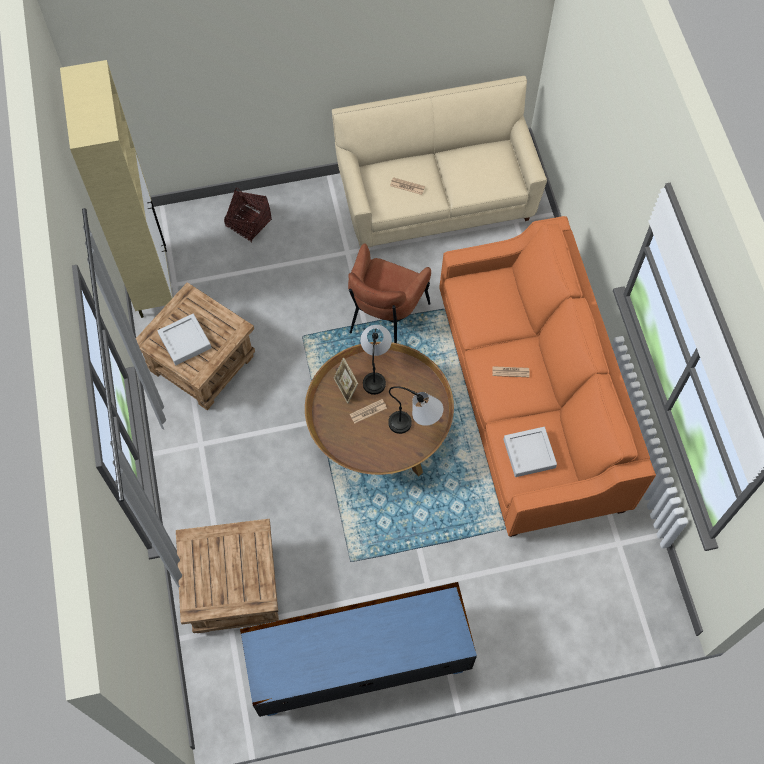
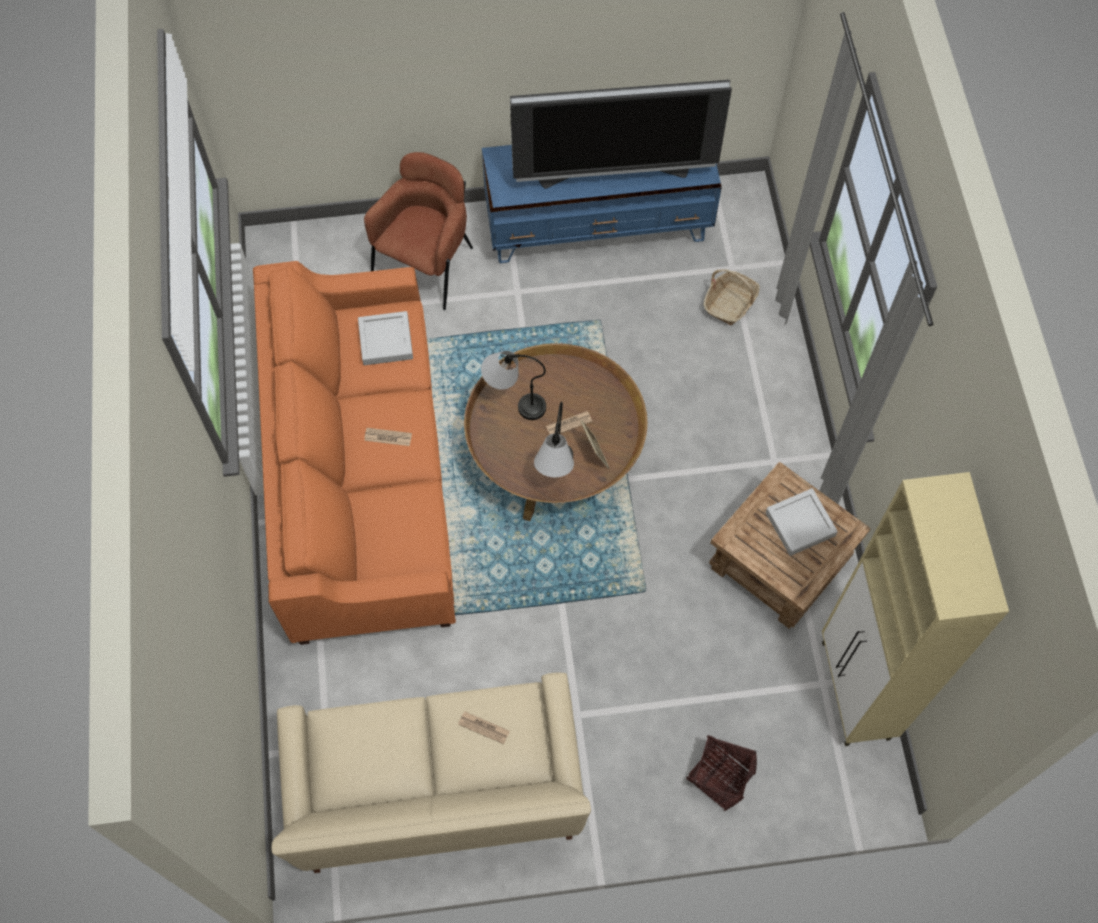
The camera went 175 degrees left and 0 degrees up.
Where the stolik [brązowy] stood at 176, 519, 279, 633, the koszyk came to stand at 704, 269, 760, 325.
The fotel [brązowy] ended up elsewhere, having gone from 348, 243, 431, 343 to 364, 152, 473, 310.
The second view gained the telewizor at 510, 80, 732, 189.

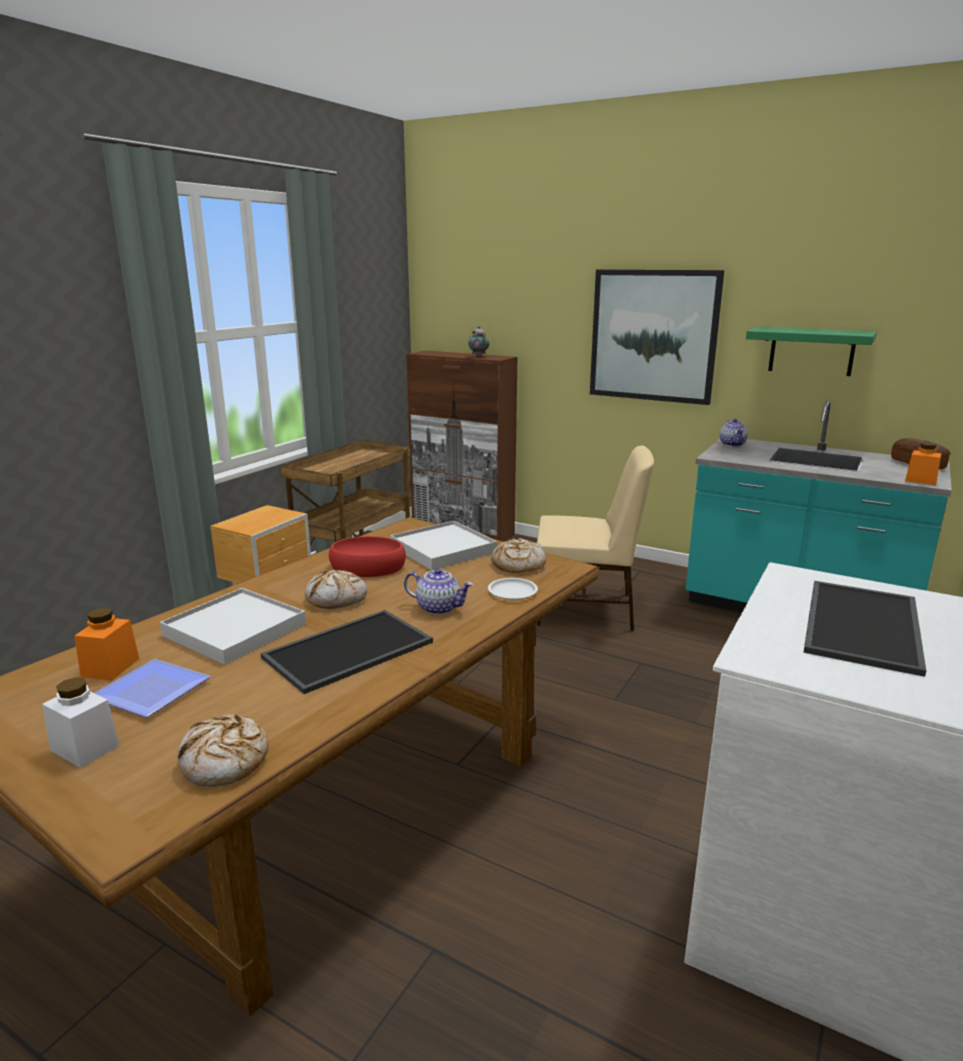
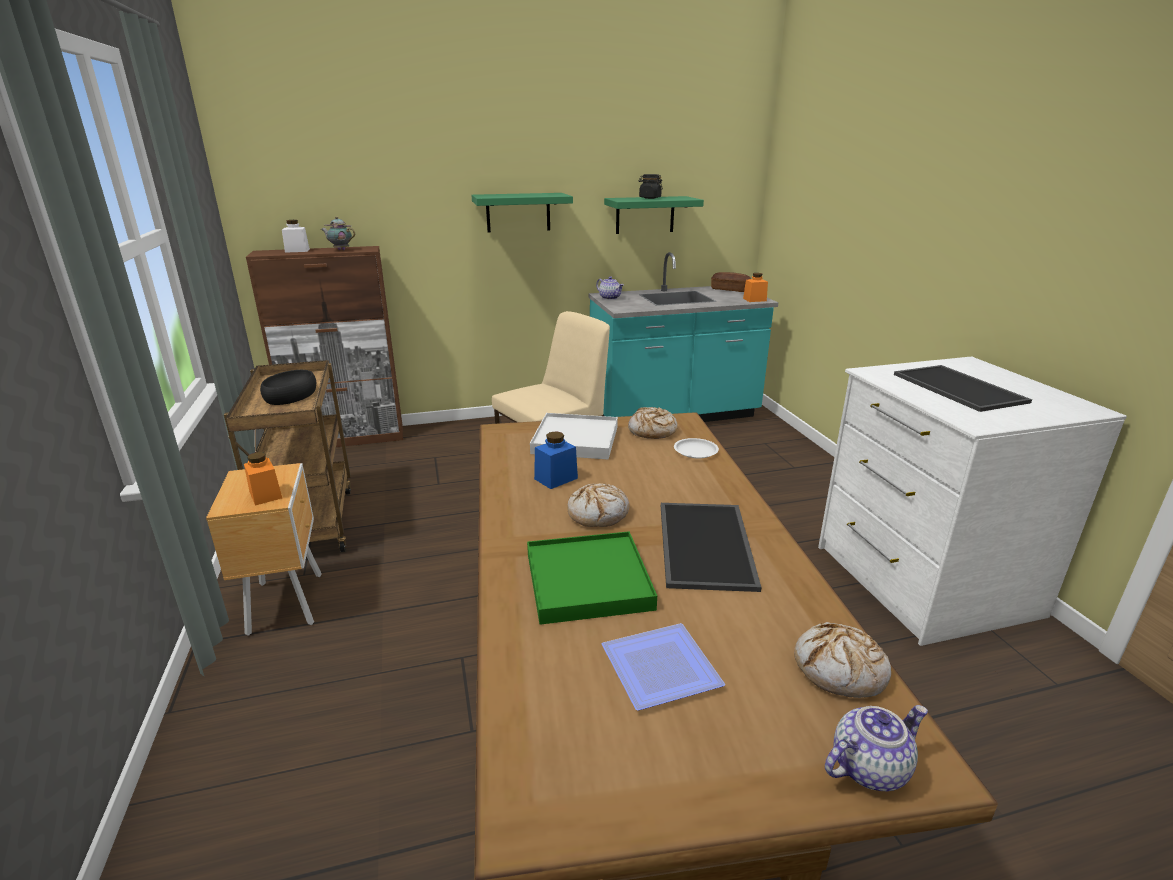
The camera went 45 degrees left and 5 degrees up.
The słoik [biały] ended up elsewhere, having gone from 42, 677, 120, 768 to 282, 220, 310, 253.
The słoik [pomarańczowy] ended up elsewhere, having gone from 75, 608, 139, 681 to 244, 452, 282, 506.
What was the taca [biały] at 160, 588, 306, 665 turned into the taca [zielony] at 527, 531, 657, 625.
Where the miska [czerwony] stood at 329, 536, 406, 577, the słoik [niebieski] came to stand at 534, 431, 578, 489.
The imbryk ended up elsewhere, having gone from 404, 568, 473, 615 to 825, 705, 928, 791.
Where the obraz hung at 590, 270, 724, 405, the półka [zielony] came to hang at 471, 193, 573, 233.
The second view gained the miska [czarny] at 260, 370, 316, 405.
The second view gained the słoik [czarny] at 639, 174, 663, 199.

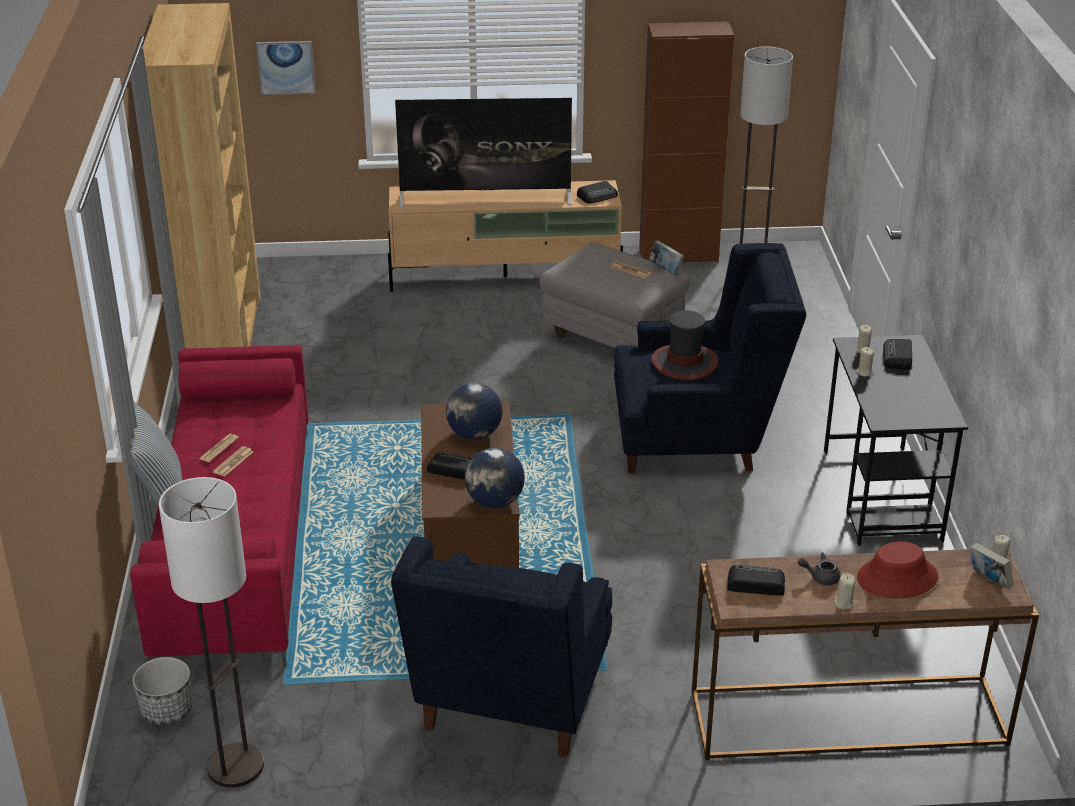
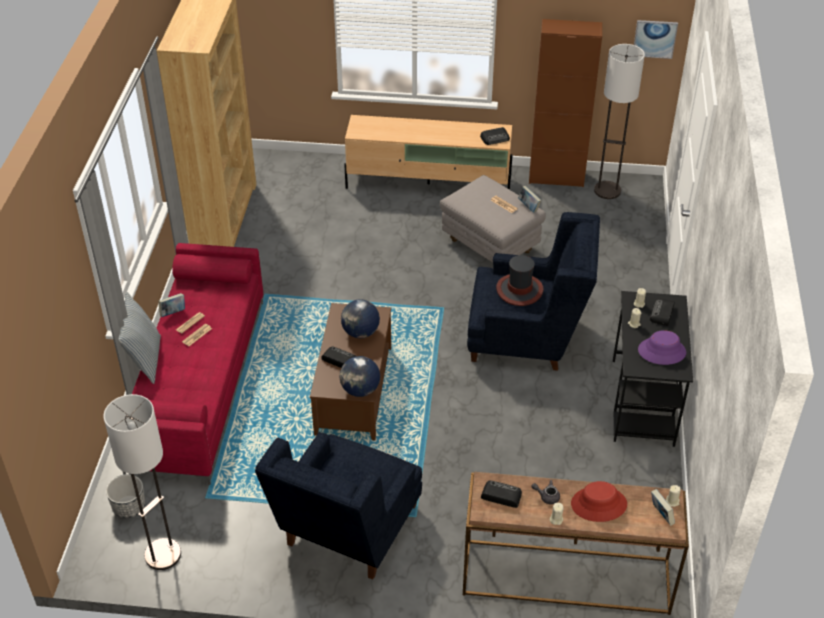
The camera went 10 degrees right and 10 degrees up.
The obraz ended up elsewhere, having gone from 256, 41, 316, 95 to 634, 20, 678, 59.
The second view lost the telewizor at 395, 98, 572, 207.
The second view gained the książka at 158, 293, 185, 317.
The second view gained the kapelusz [fioletowy] at 638, 330, 686, 365.

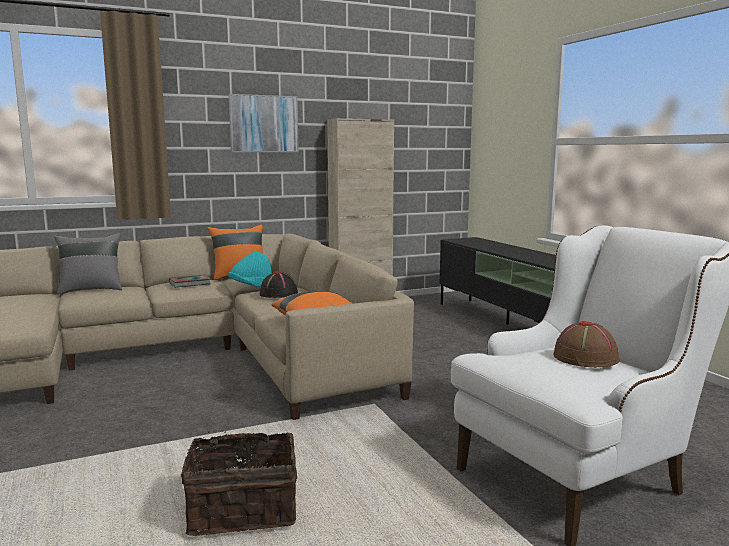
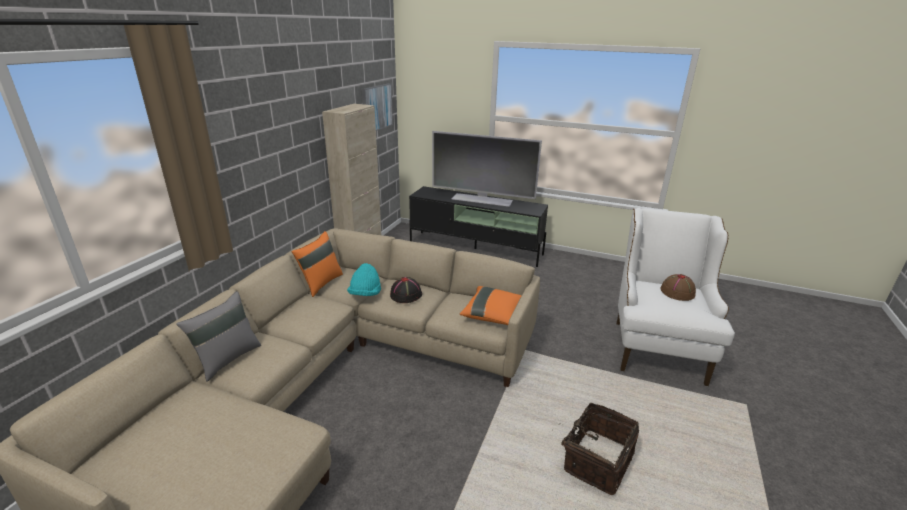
The camera went 45 degrees left and 15 degrees up.
The second view lost the książka at 169, 275, 211, 288.
The obraz ended up elsewhere, having gone from 228, 94, 299, 152 to 362, 83, 393, 131.
The second view gained the telewizor at 432, 131, 542, 207.

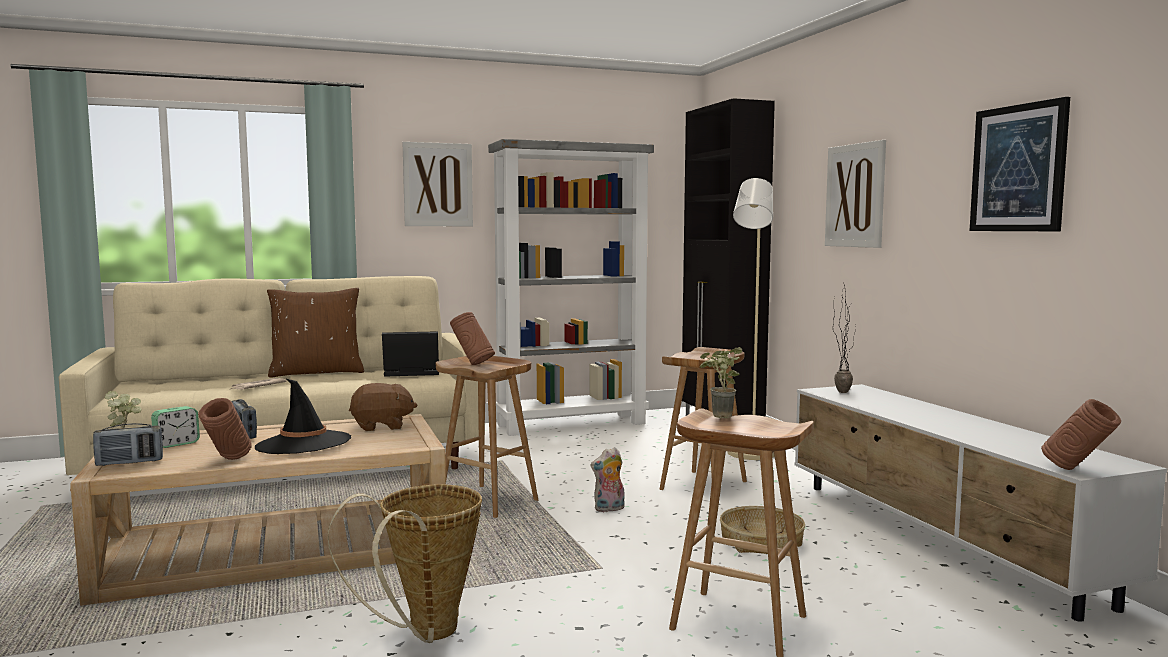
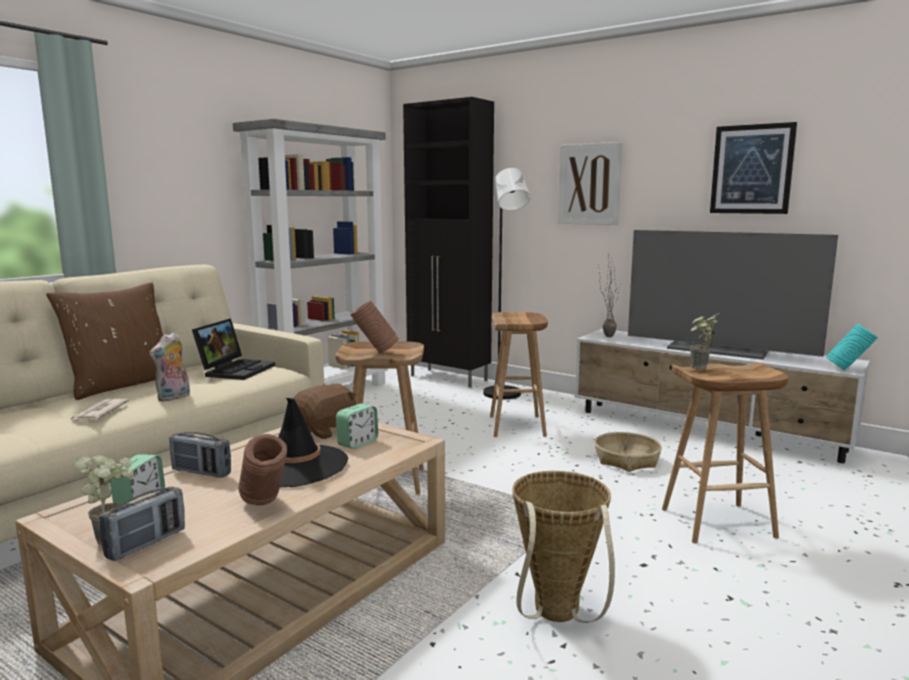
The camera went 35 degrees left and 5 degrees up.
The laptop at 382, 331, 439, 377 ended up facing another way, 150 degrees clockwise from before.
The second view lost the obraz at 403, 142, 473, 226.
The pluszak ended up elsewhere, having gone from 590, 447, 624, 512 to 149, 332, 190, 402.
What was the lampa stojąca [beżowy] at 728, 178, 774, 460 turned into the lampa stojąca [czarny] at 483, 168, 530, 399.
What was the wazon [brązowy] at 1041, 399, 1121, 470 turned into the wazon [turkusowy] at 826, 324, 878, 370.
The second view gained the budzik at 336, 404, 378, 449.
The second view gained the telewizor at 628, 230, 838, 360.

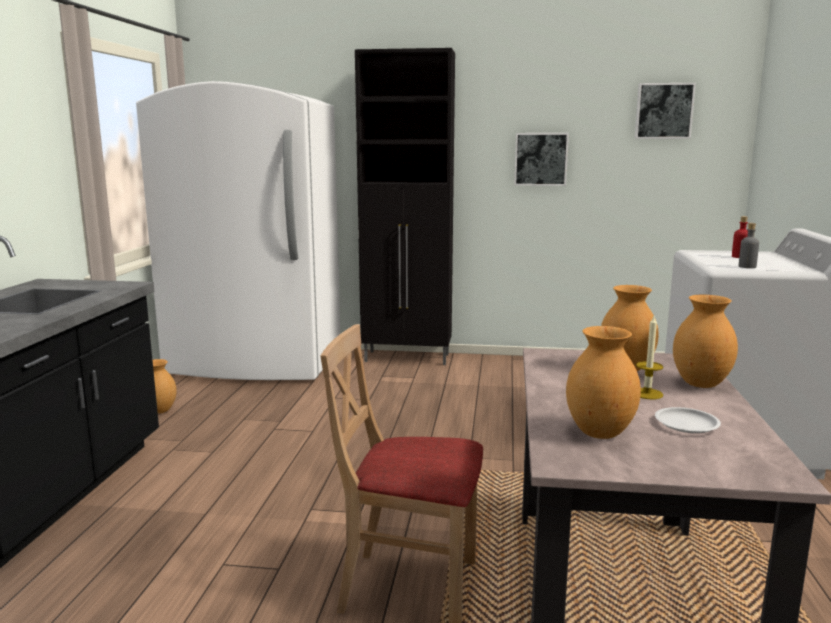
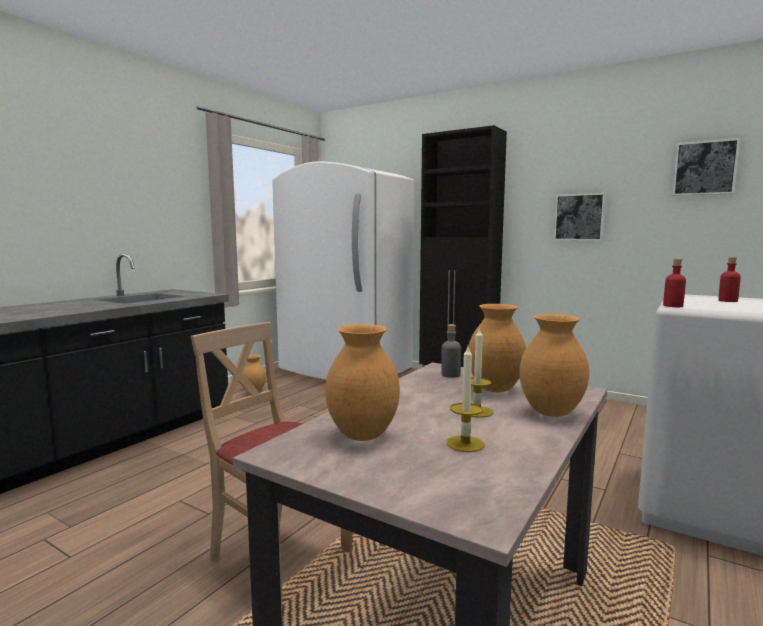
The camera went 25 degrees right and 5 degrees down.
Where the talerz [biały] stood at 655, 407, 721, 433, the świeca came to stand at 447, 346, 484, 452.
The butelka [szary] ended up elsewhere, having gone from 739, 223, 759, 268 to 441, 324, 461, 378.
The second view gained the butelka [czerwony] at 663, 259, 686, 307.

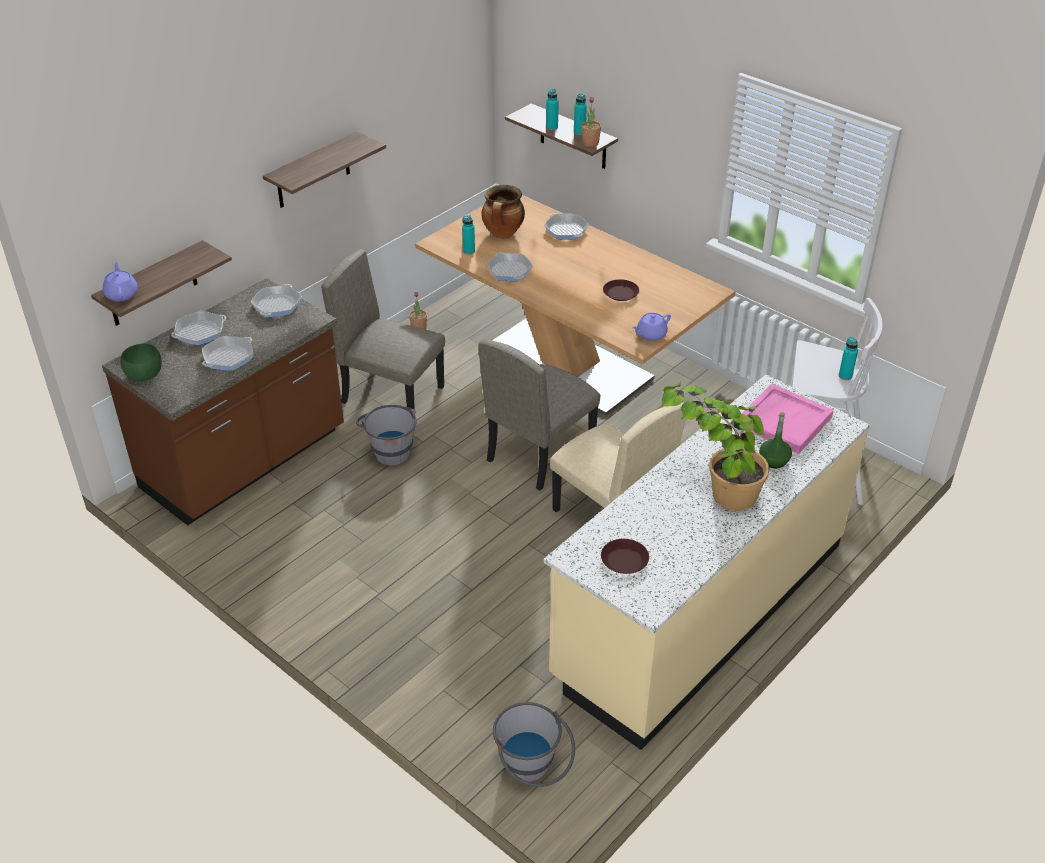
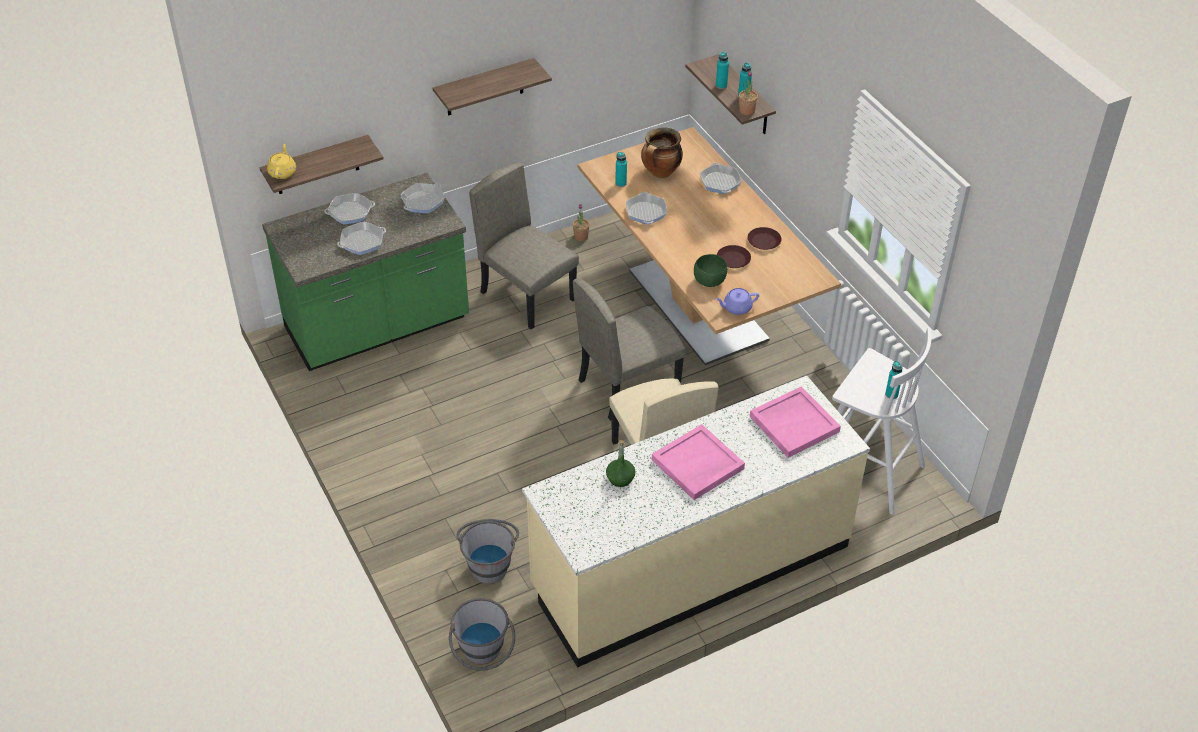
The camera went 20 degrees right and 5 degrees up.
What was the zabudowa kuchenna [brązowy] at 102, 278, 344, 525 turned into the zabudowa kuchenna [zielony] at 262, 173, 469, 371.
What was the imbryk [fioletowy] at 103, 262, 138, 301 turned into the imbryk [żółty] at 267, 144, 296, 179.
The miska [zielony] ended up elsewhere, having gone from 121, 343, 162, 381 to 694, 254, 727, 287.
The wiadro [szary] ended up elsewhere, having gone from 356, 405, 417, 466 to 456, 519, 519, 584.
The talerz [brązowy] ended up elsewhere, having gone from 601, 539, 649, 574 to 747, 227, 782, 250.
Where the roślina doniczkowa stood at 661, 381, 769, 511, the taca [różowy] came to stand at 652, 424, 745, 500.
The butelka [zielony] ended up elsewhere, having gone from 759, 413, 792, 468 to 606, 440, 636, 487.

